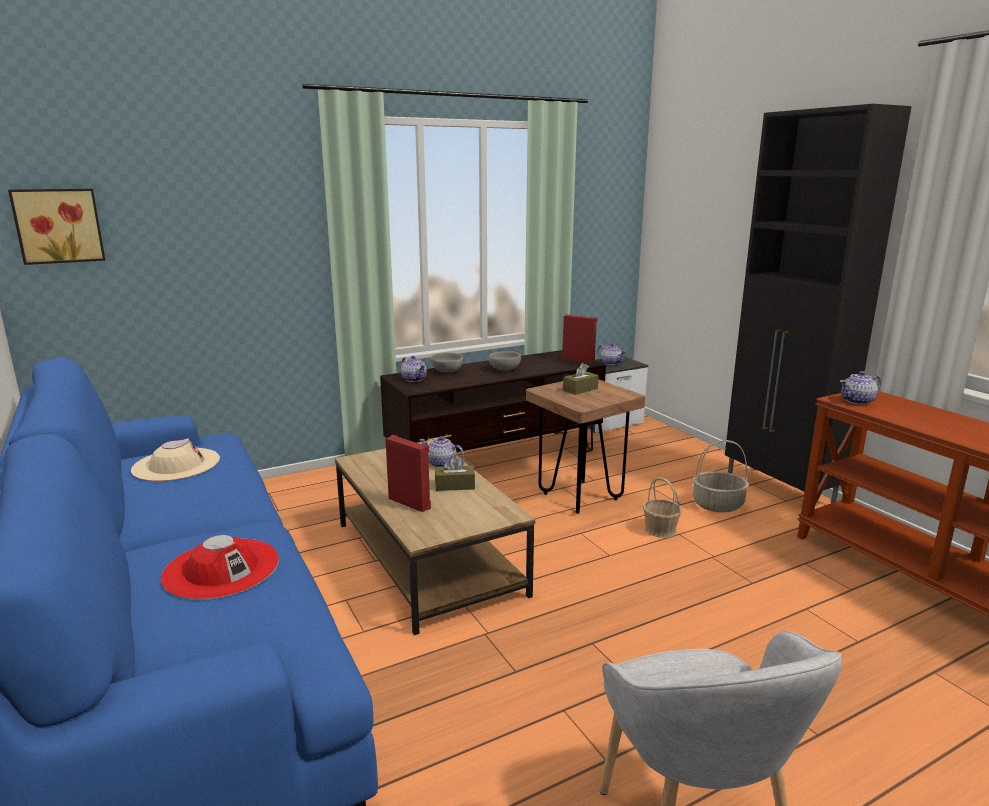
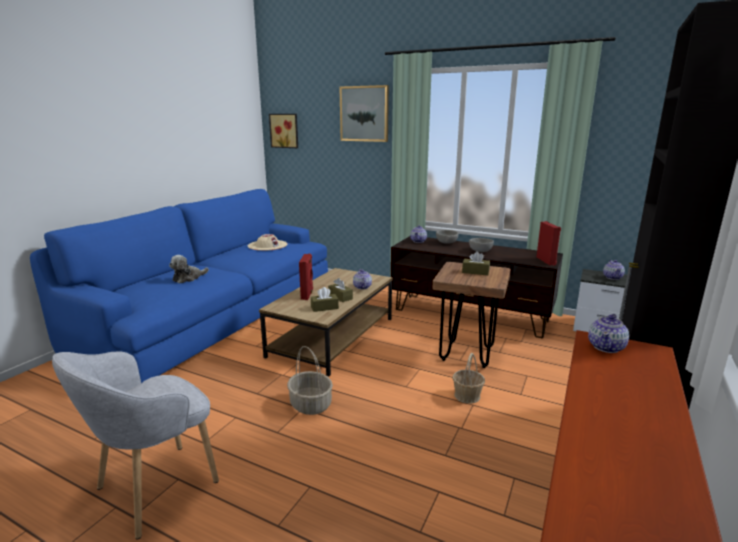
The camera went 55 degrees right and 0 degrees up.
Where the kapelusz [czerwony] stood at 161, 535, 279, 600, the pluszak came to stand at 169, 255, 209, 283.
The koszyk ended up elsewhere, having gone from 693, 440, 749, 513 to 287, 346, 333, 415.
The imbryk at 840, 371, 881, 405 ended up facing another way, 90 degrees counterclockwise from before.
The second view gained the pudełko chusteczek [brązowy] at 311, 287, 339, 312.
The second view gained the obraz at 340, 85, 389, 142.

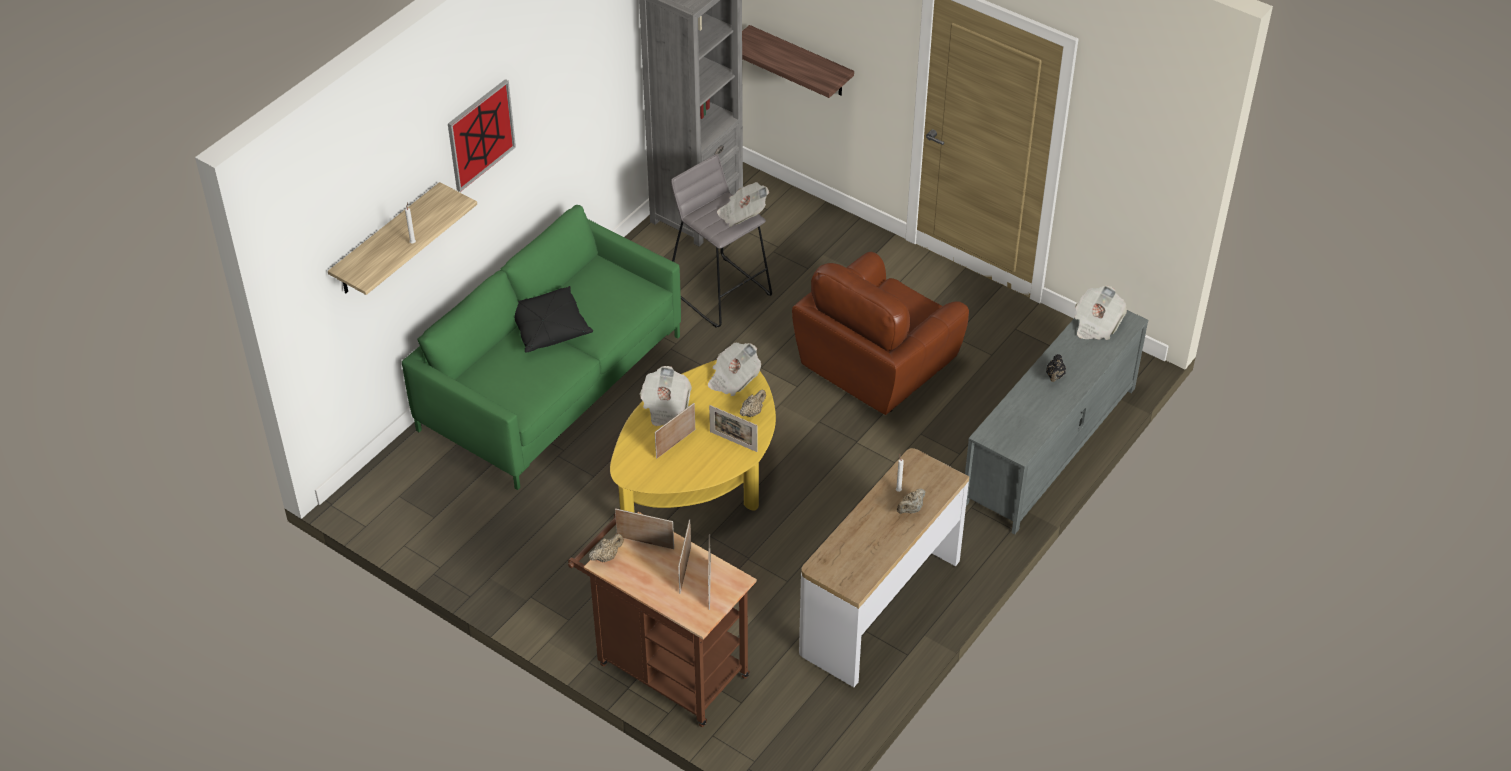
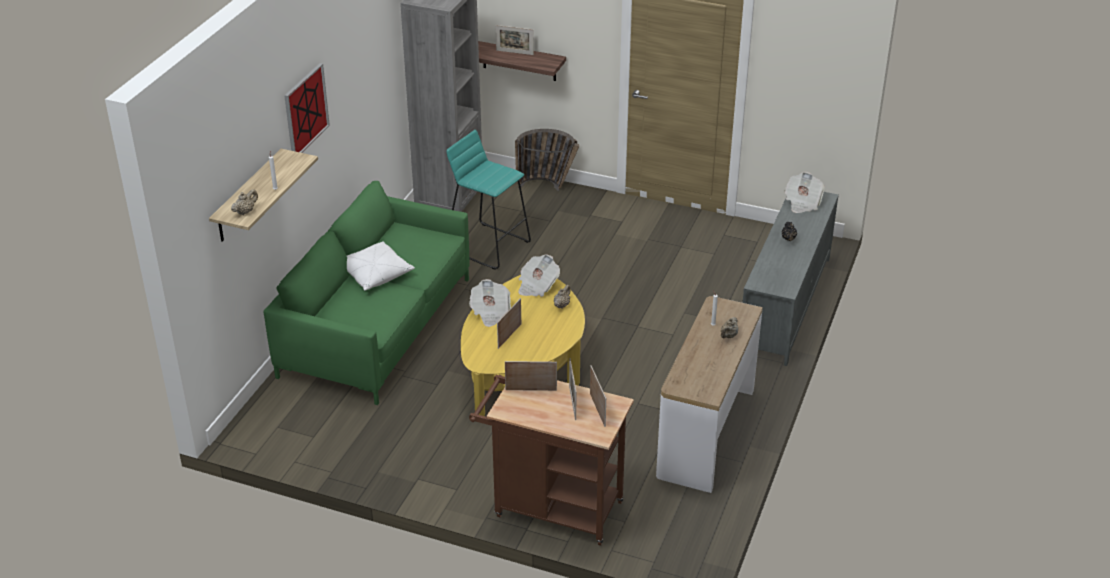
The camera went 15 degrees left and 10 degrees down.
What was the poduszka [czarny] at 515, 286, 593, 353 turned into the poduszka [biały] at 347, 241, 415, 291.
The imbryk [beżowy] ended up elsewhere, having gone from 589, 534, 624, 562 to 231, 189, 258, 215.
What was the stołek [szary] at 671, 154, 772, 328 turned into the stołek [turkusowy] at 447, 130, 531, 270.
The ramka na zdjęcie ended up elsewhere, having gone from 709, 405, 757, 452 to 496, 25, 534, 55.
The second view lost the gazeta at 717, 182, 769, 227.
The second view lost the fotel [brązowy] at 792, 252, 969, 415.
The second view gained the koszyk at 515, 129, 579, 191.

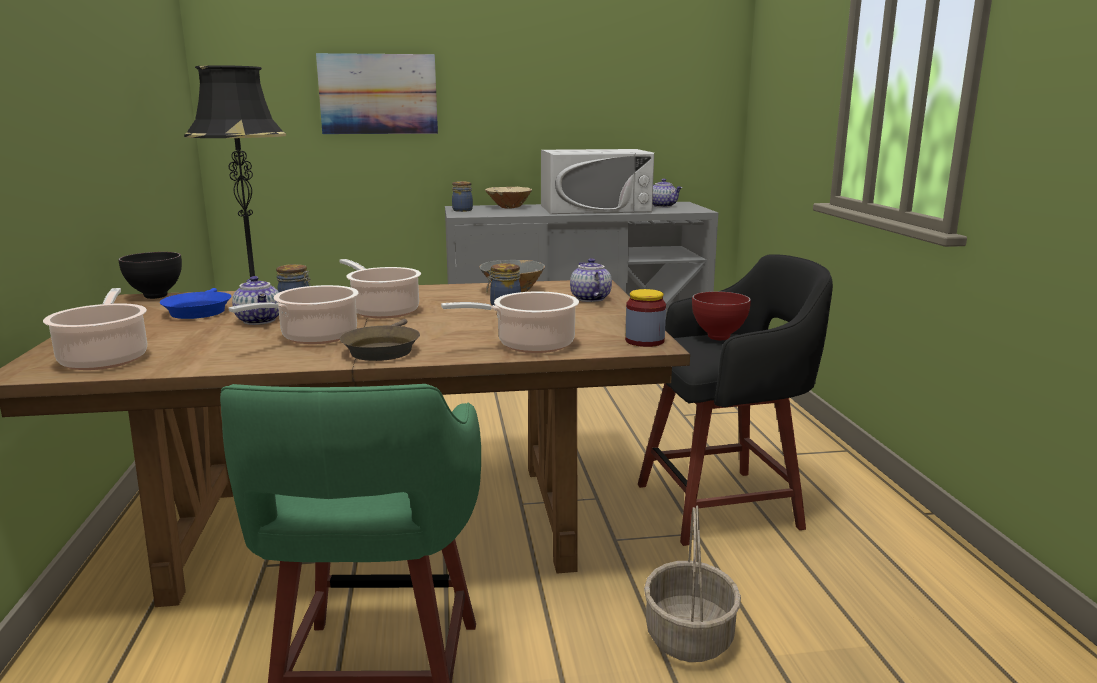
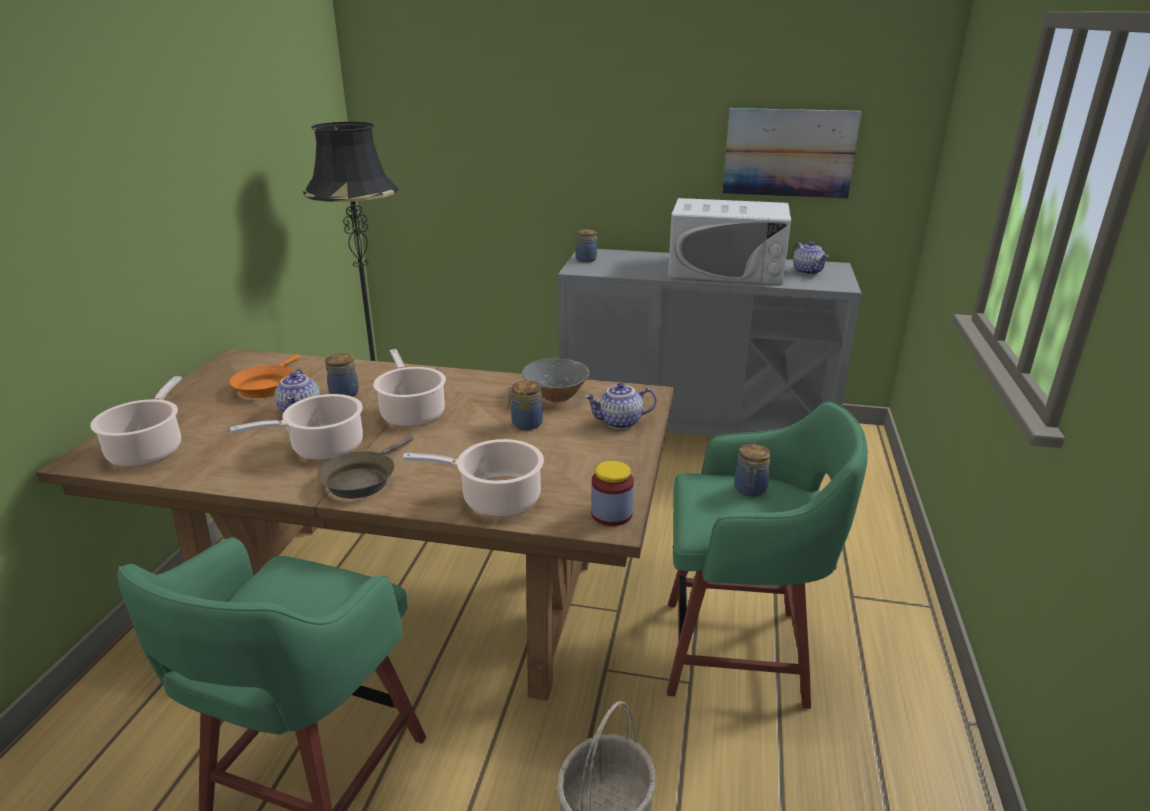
The camera went 20 degrees right and 10 degrees up.
The second view lost the miska [czarny] at 118, 252, 182, 299.
What was the patelnia [niebieski] at 160, 288, 232, 319 turned into the patelnia [pomarańczowy] at 230, 354, 300, 398.
The obraz ended up elsewhere, having gone from 316, 53, 438, 134 to 723, 108, 862, 199.
The second view lost the miska [beżowy] at 485, 187, 532, 208.
The imbryk at 570, 258, 612, 302 ended up facing another way, 105 degrees counterclockwise from before.
What was the stołek [czarny] at 638, 254, 833, 546 turned into the stołek [zielony] at 667, 402, 868, 709.
Where the miska [czerwony] stood at 692, 291, 751, 340, the słoik came to stand at 734, 444, 771, 497.

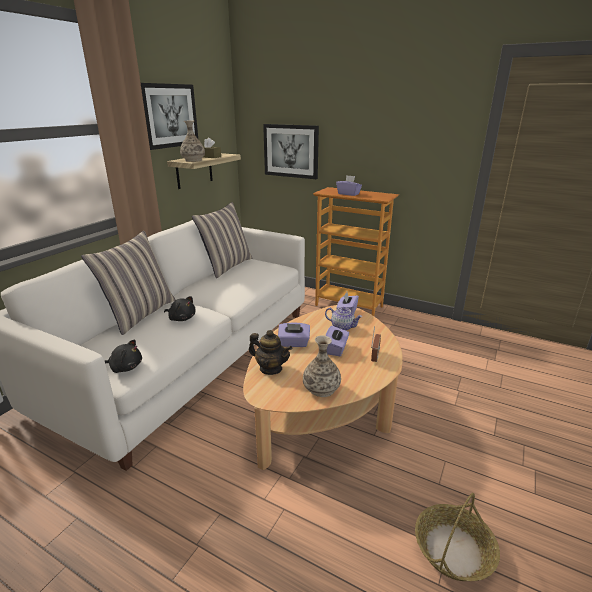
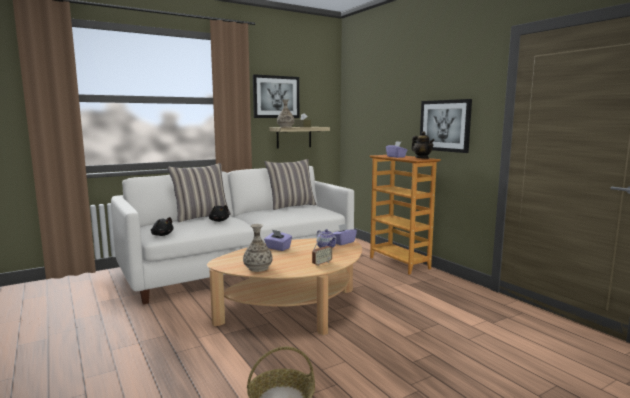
The camera went 30 degrees right and 15 degrees down.
The imbryk ended up elsewhere, having gone from 249, 330, 293, 375 to 411, 131, 435, 159.
The obraz ended up elsewhere, having gone from 263, 124, 319, 179 to 420, 99, 472, 153.
The second view lost the pudełko chusteczek [fioletowy] at 325, 326, 349, 356.

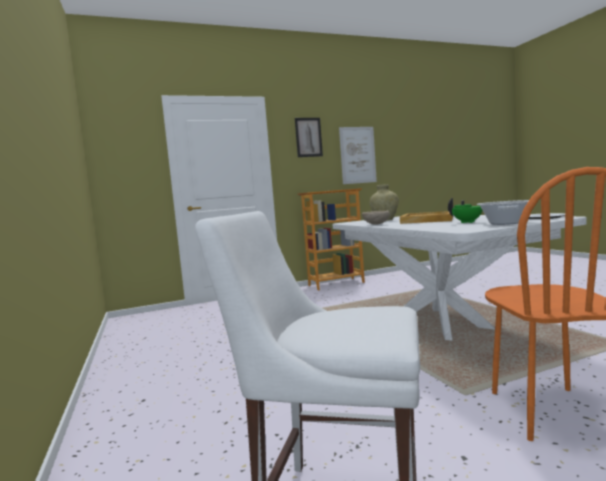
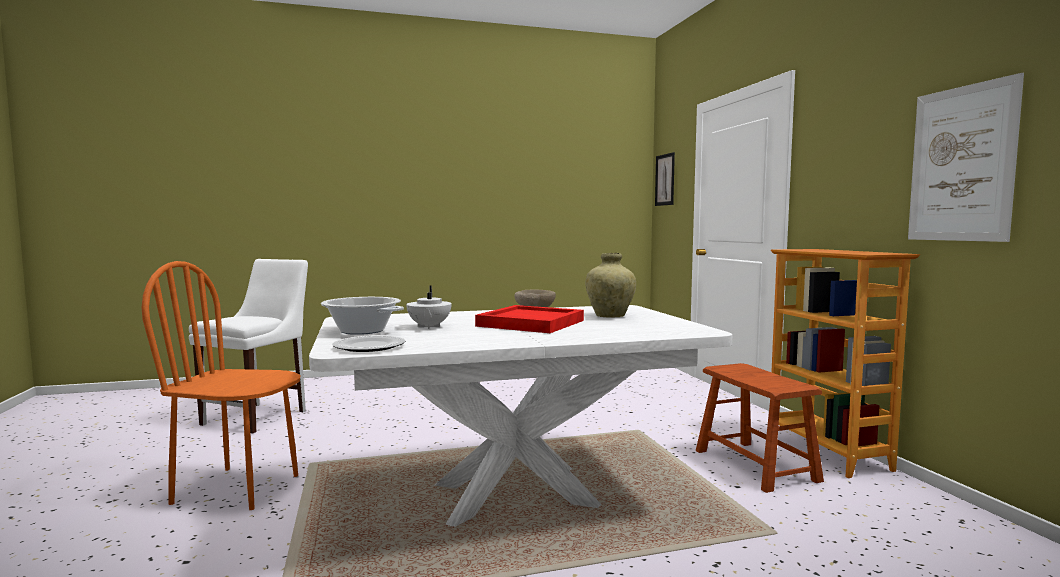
The camera went 95 degrees right and 0 degrees up.
The obraz ended up elsewhere, having gone from 295, 118, 323, 157 to 655, 152, 675, 206.
What was the taca [beżowy] at 400, 211, 453, 224 turned into the taca [czerwony] at 475, 305, 584, 333.
What was the imbryk [zielony] at 448, 198, 483, 223 turned into the imbryk [biały] at 406, 285, 452, 329.
The second view gained the stołek [brązowy] at 696, 363, 824, 493.

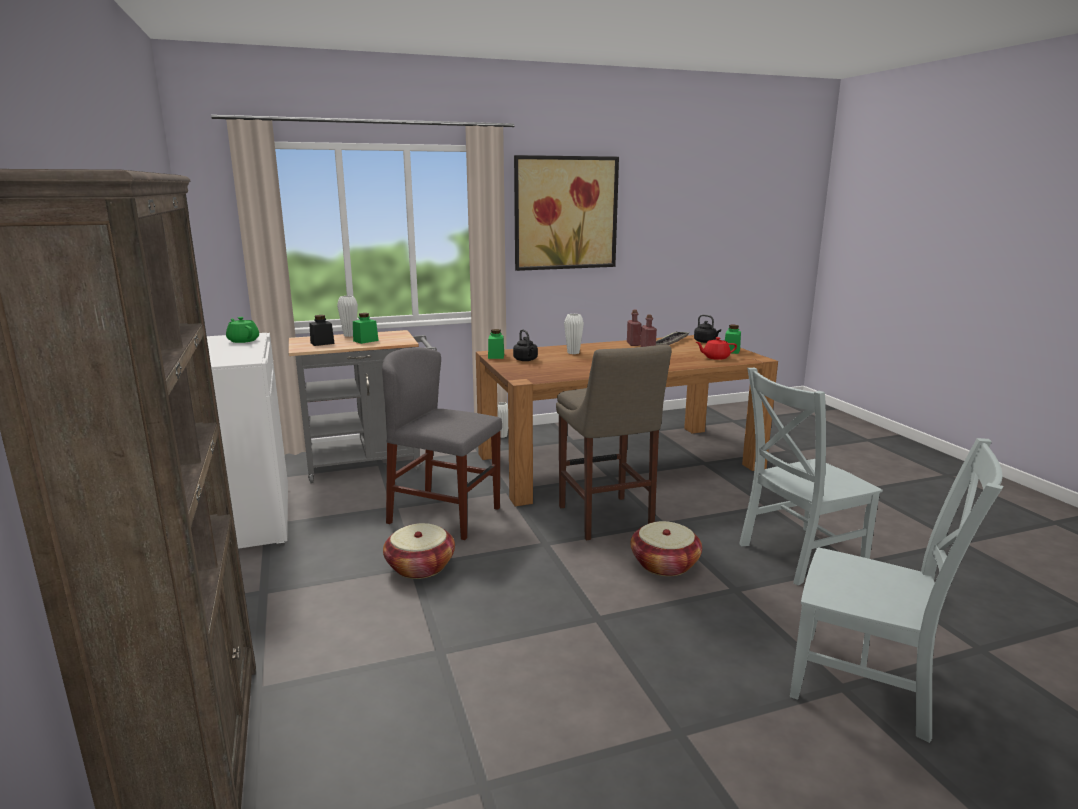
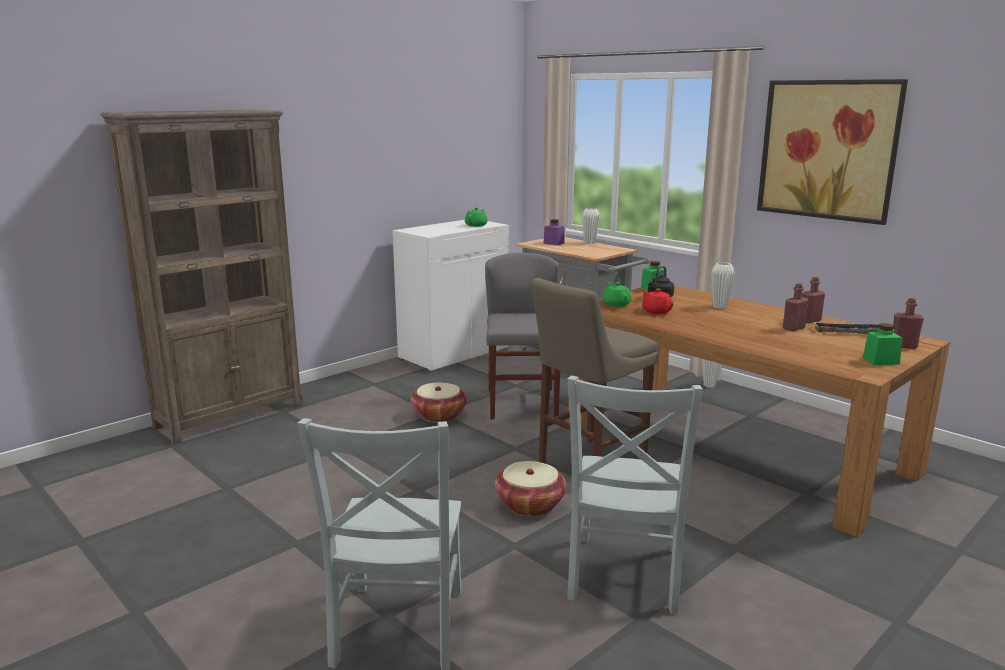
The camera went 65 degrees right and 0 degrees up.
What was the słoik [czarny] at 309, 315, 335, 346 turned into the słoik [fioletowy] at 543, 219, 565, 245.
The second view lost the słoik [zielony] at 353, 313, 379, 344.
Where the czajnik [czarny] stood at 694, 314, 721, 343, the butelka [czerwony] came to stand at 893, 298, 924, 349.
The imbryk [czerwony] ended up elsewhere, having gone from 696, 337, 737, 360 to 642, 288, 674, 314.
The krzesło [szary] at 739, 368, 883, 586 ended up facing another way, 120 degrees counterclockwise from before.
The second view gained the imbryk [zielony] at 602, 282, 632, 307.

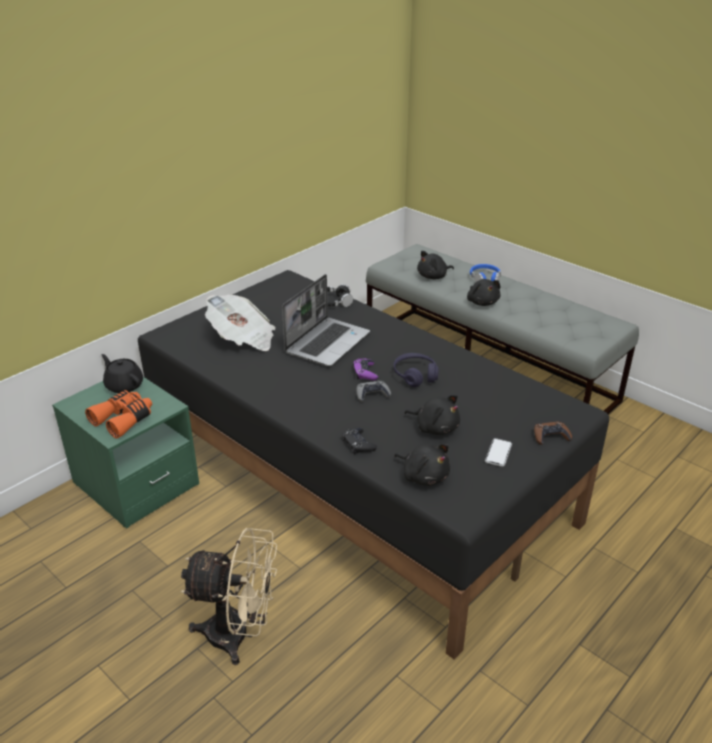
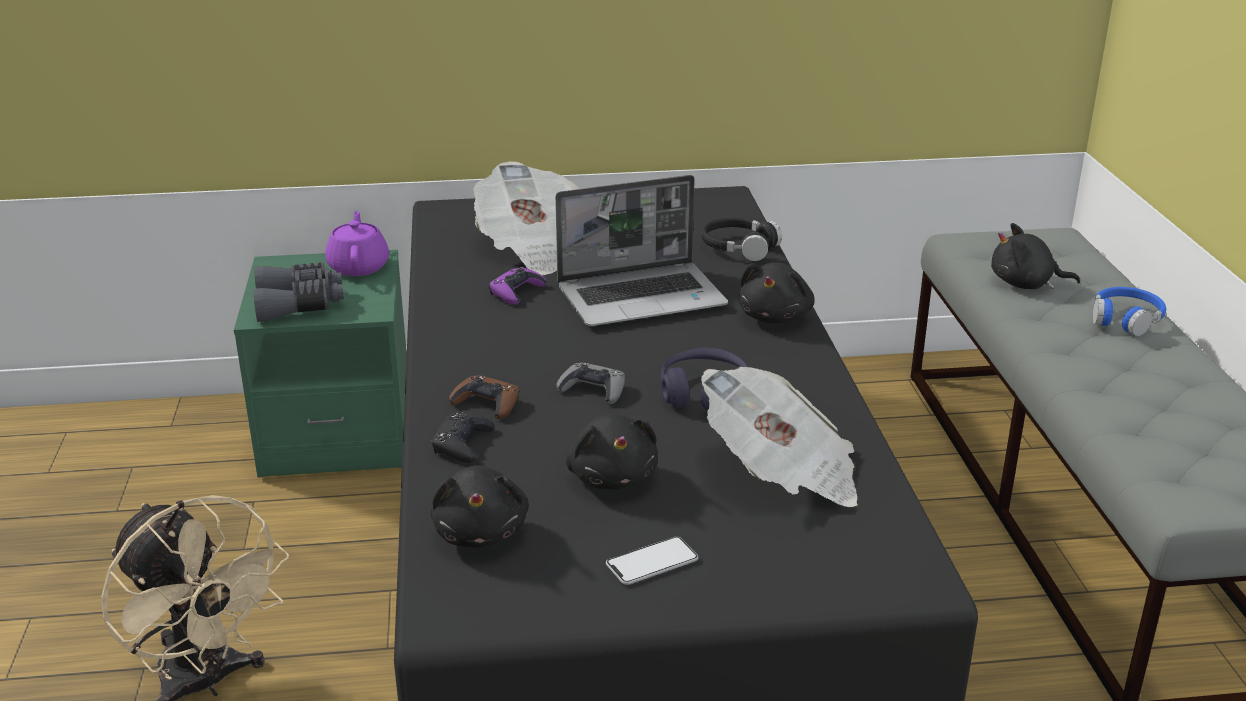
The camera went 40 degrees right and 5 degrees down.
What was the lornetka [pomarańczowy] at 85, 390, 152, 439 turned into the lornetka [szary] at 254, 262, 344, 322.
What was the imbryk [czarny] at 102, 354, 143, 393 turned into the imbryk [fioletowy] at 325, 211, 389, 276.
The pad do gier [fioletowy] ended up elsewhere, having gone from 353, 359, 378, 380 to 489, 267, 547, 305.
The pluszak [czarny] ended up elsewhere, having gone from 467, 279, 500, 306 to 739, 262, 815, 323.
The pad do gier [brązowy] ended up elsewhere, having gone from 534, 422, 572, 445 to 449, 375, 519, 419.
The second view gained the gazeta at 701, 367, 858, 507.

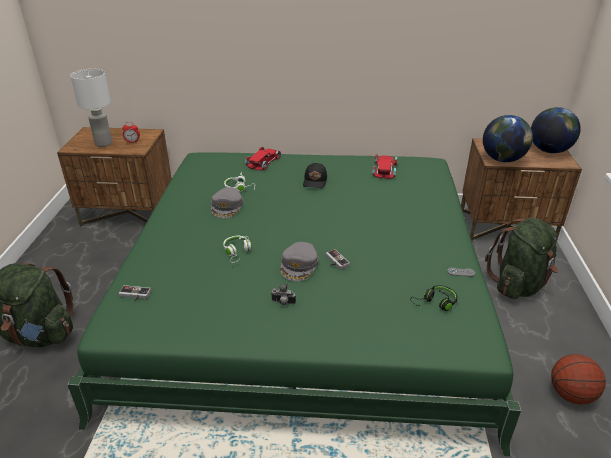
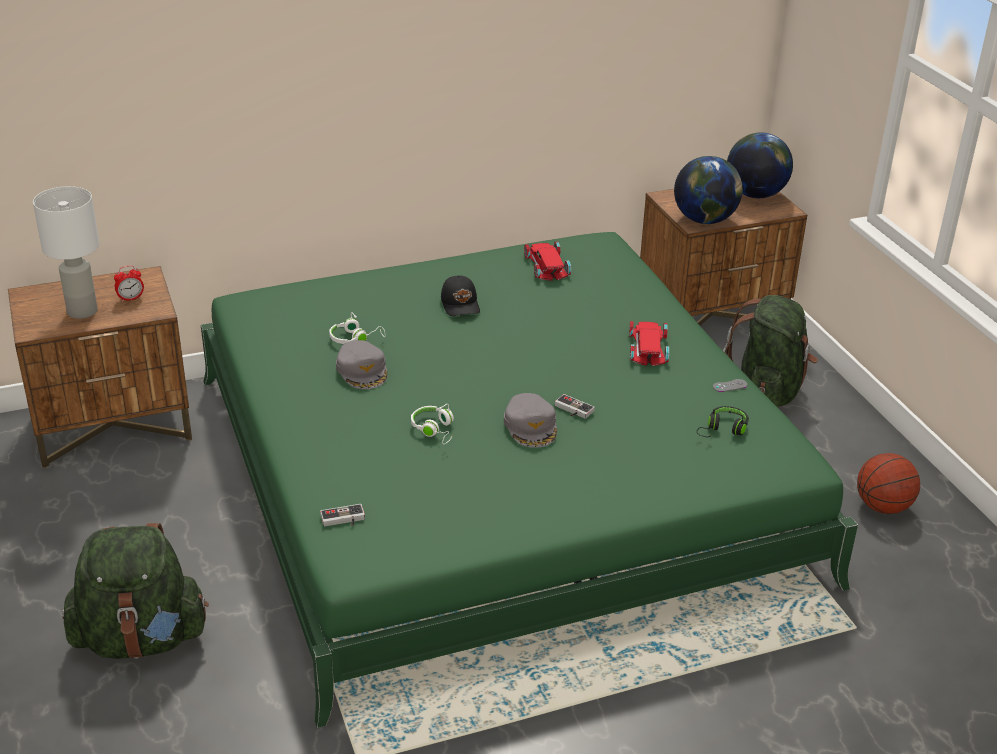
The camera went 25 degrees left and 0 degrees up.
The samochodzik [czerwony] ended up elsewhere, having gone from 245, 147, 281, 170 to 629, 321, 669, 366.
The second view lost the aparat fotograficzny at 271, 283, 296, 306.

